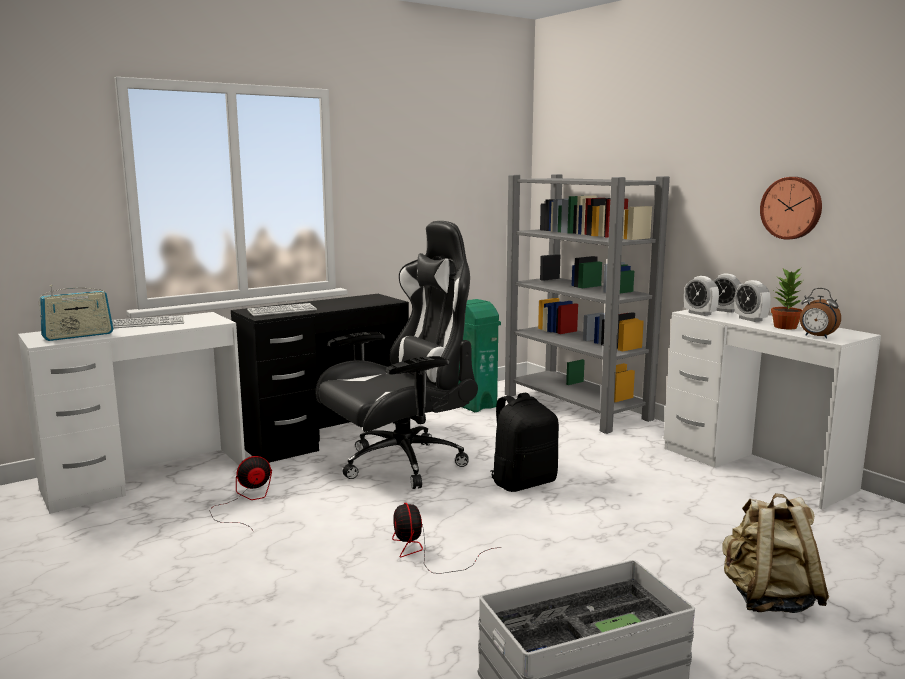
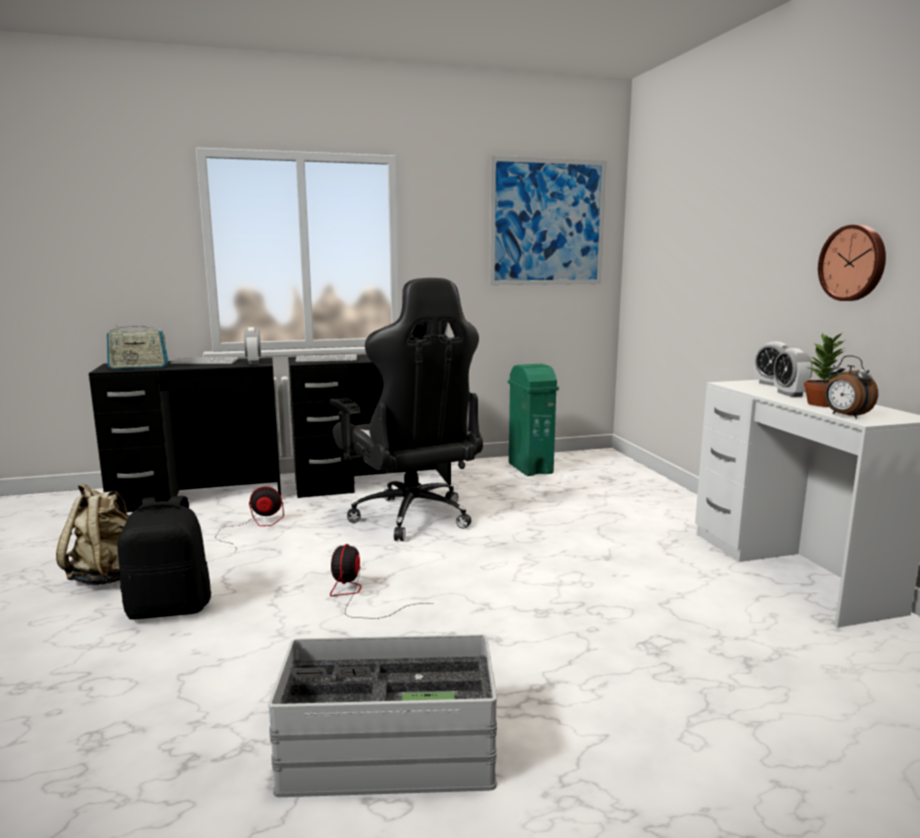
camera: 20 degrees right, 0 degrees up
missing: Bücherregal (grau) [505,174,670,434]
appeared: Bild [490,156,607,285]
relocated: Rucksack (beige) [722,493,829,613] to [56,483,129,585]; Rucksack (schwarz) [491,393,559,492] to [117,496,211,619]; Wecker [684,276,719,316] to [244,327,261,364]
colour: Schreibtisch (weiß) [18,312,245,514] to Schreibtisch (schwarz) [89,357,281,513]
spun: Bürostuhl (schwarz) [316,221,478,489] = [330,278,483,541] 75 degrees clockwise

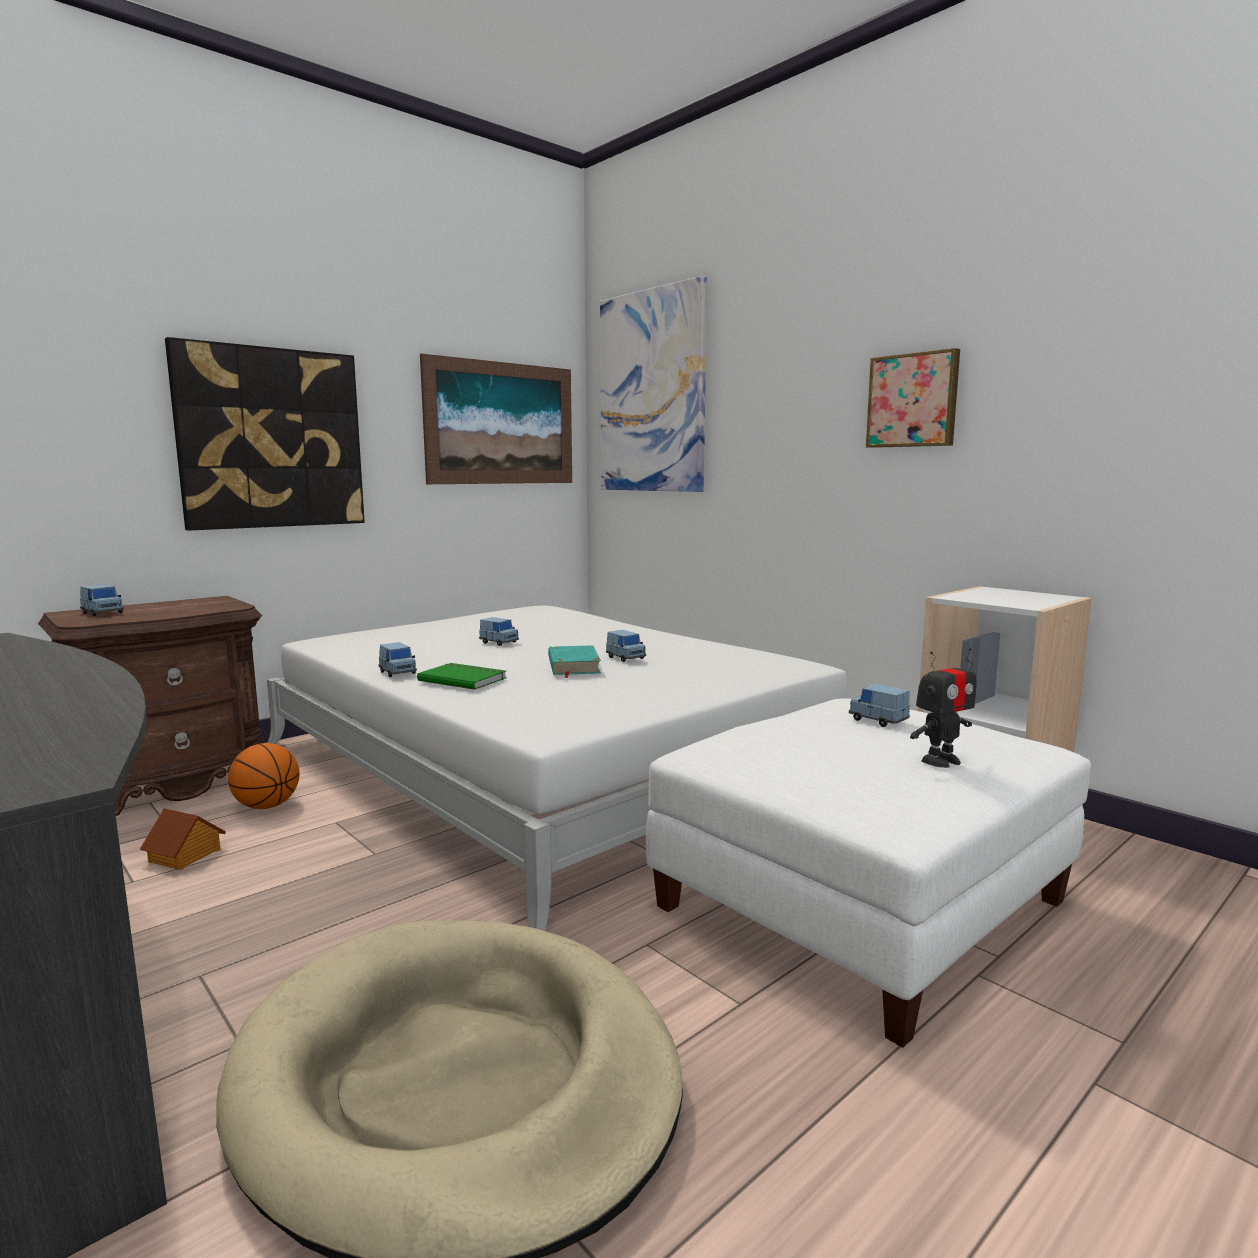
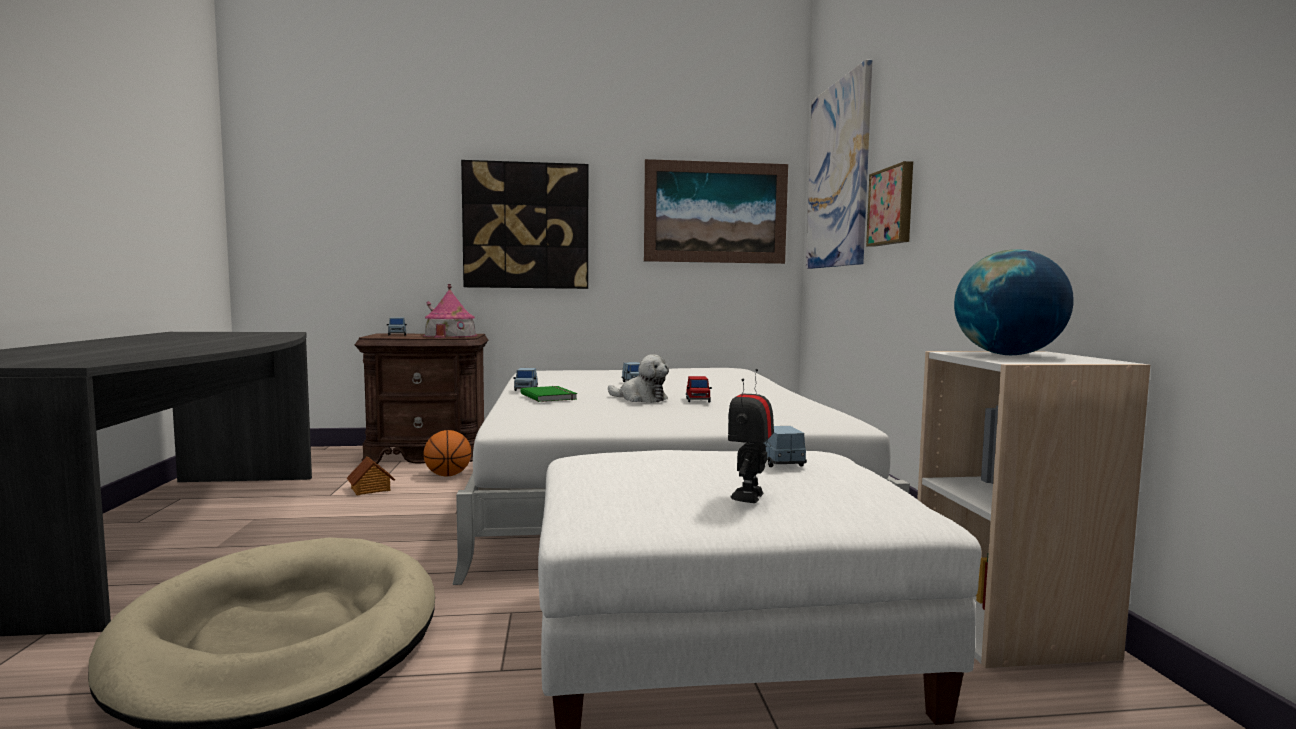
camera: 35 degrees right, 5 degrees down
appeared: Spielzeughaus [423,284,477,338]; Globus [954,249,1074,355]
relocated: Bild [866,348,960,448] to [866,161,913,247]
exchanged: Buch (türkis) [548,645,601,678] to Plüschtier [608,354,669,403]
colour: Spielzeugauto (blau) [606,630,646,662] to Spielzeugauto (rot) [686,376,712,402]
spun: Spielzeugroboter [910,648,976,768] = [728,369,774,503] 105 degrees clockwise

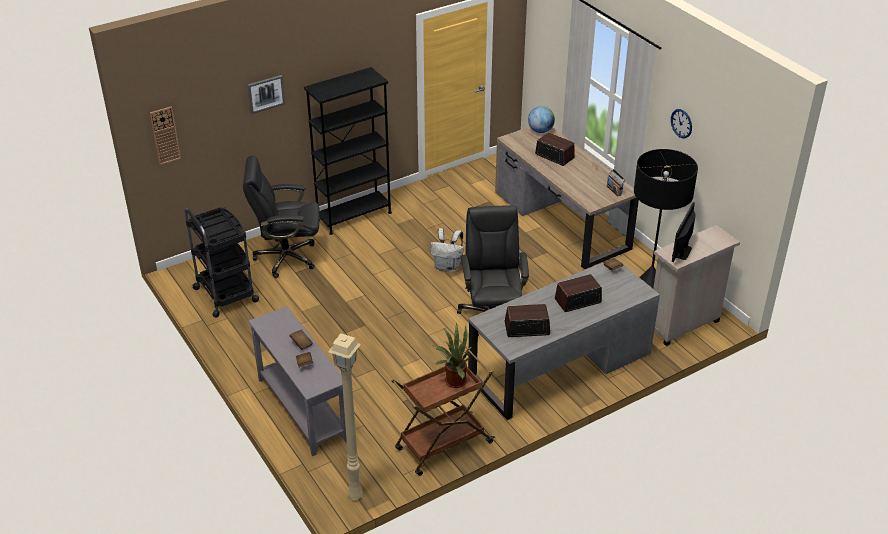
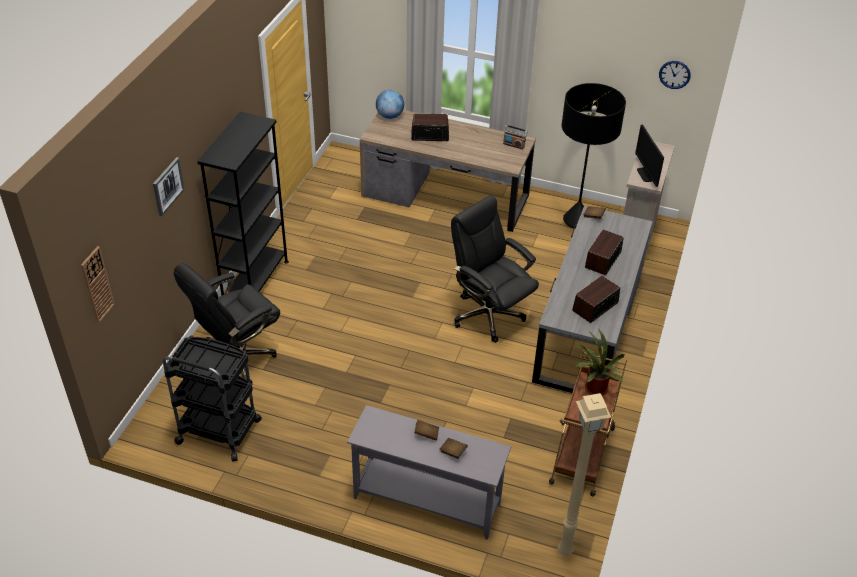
camera: 40 degrees left, 5 degrees up
missing: Rucksack (weiß) [430,228,463,272]
relocated: Wanduhr [671,109,692,138] to [659,61,691,89]

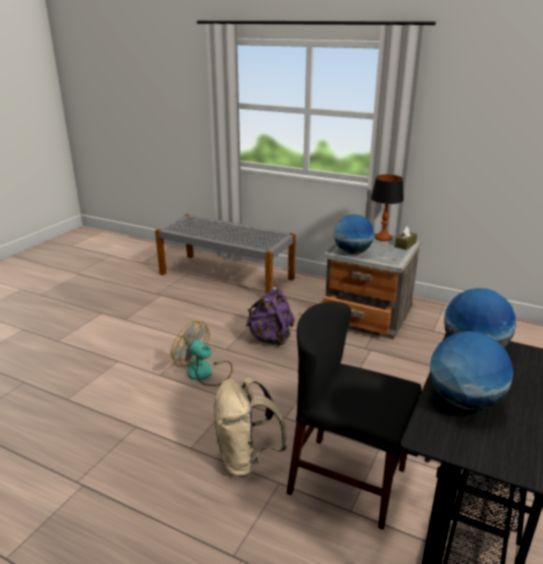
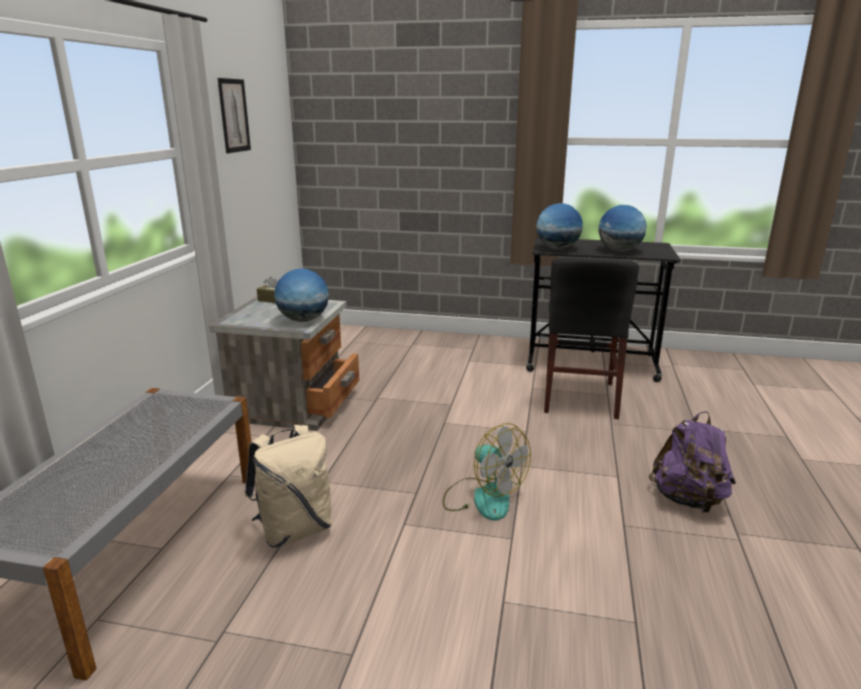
camera: 105 degrees left, 5 degrees down
missing: Tischlampe [371,175,404,241]
appeared: Bild [218,78,251,153]
relocated: Rucksack (beige) [214,378,287,477] to [245,425,332,548]; Rucksack (lila) [246,287,295,346] to [649,411,736,513]
spun: Ventilator [171,321,233,386] = [443,423,531,521] 60 degrees counterclockwise

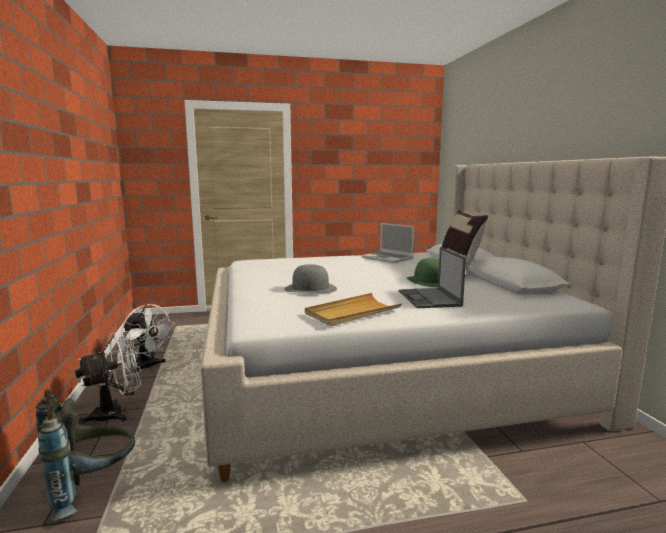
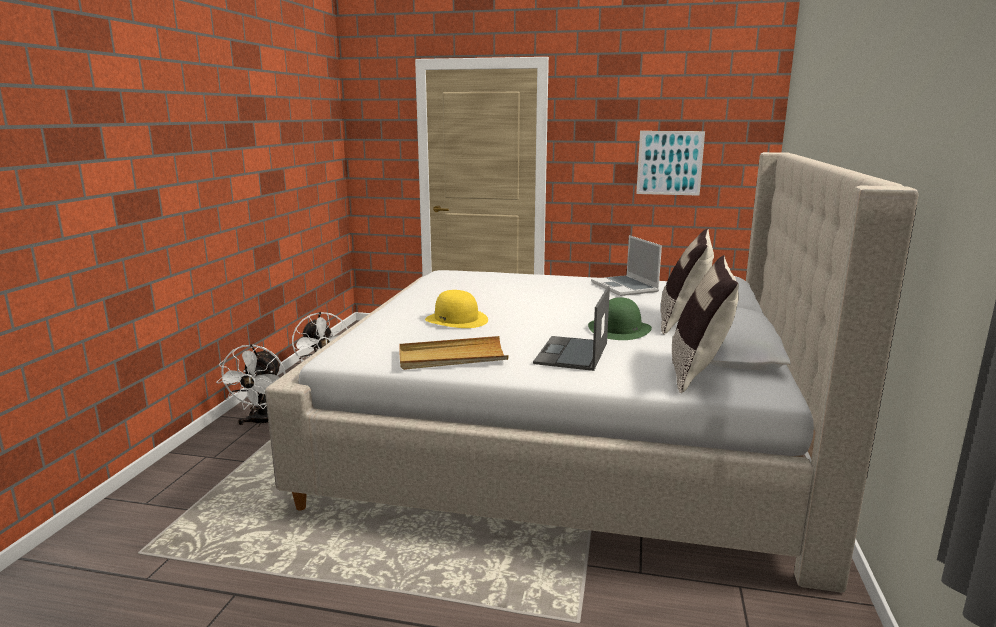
camera: 25 degrees right, 5 degrees up
missing: Rucksack (grau) [36,389,135,521]
appeared: Bild [636,131,705,196]; Kissen [672,255,739,393]
colour: Hut (grau) [284,264,337,293] to Hut (gelb) [425,290,488,328]
spun: Ventilator (weiß) [75,331,141,425] = [216,344,286,426] 105 degrees clockwise

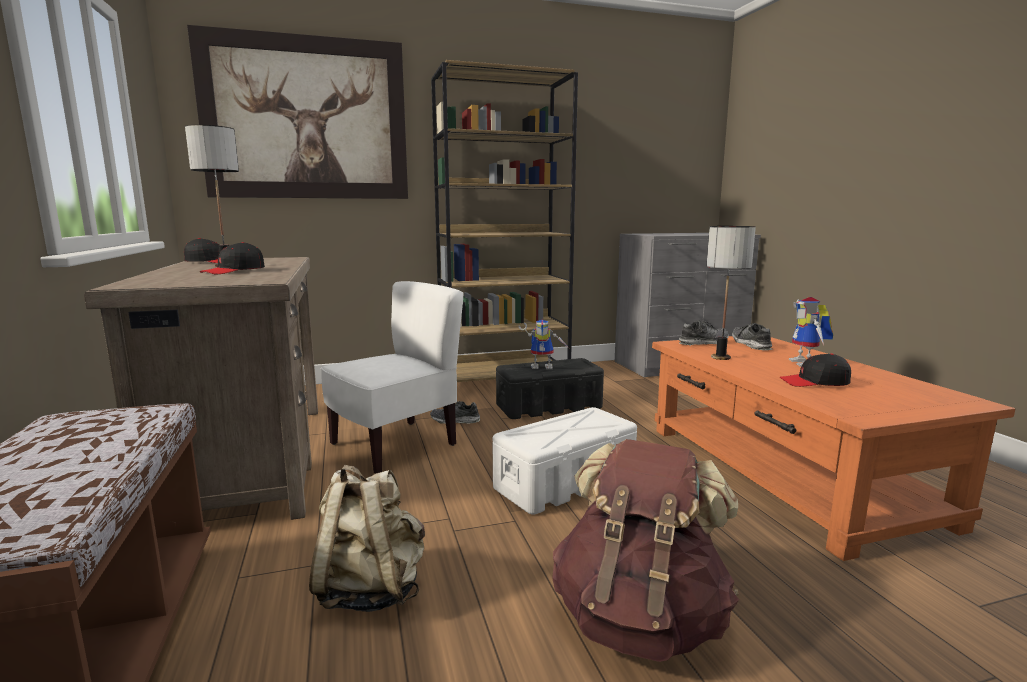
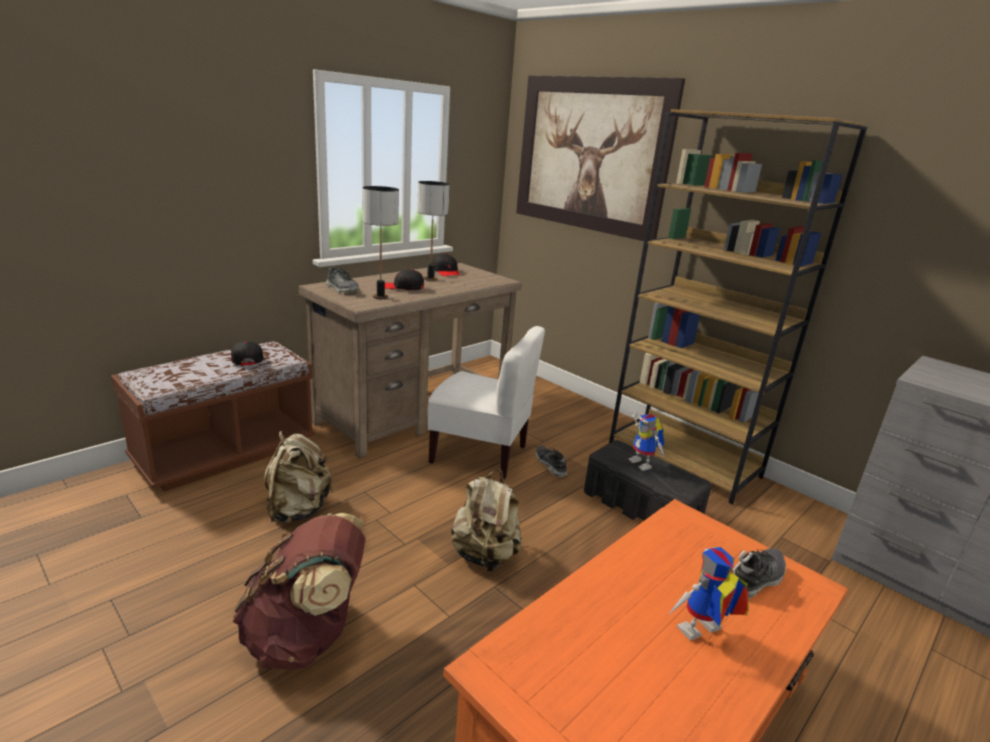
camera: 60 degrees right, 10 degrees up
relocated: Kappe (schwarz) [780,353,851,387] to [231,341,264,365]; Schuh [679,320,729,346] to [326,267,359,293]; Tischlampe [707,226,756,360] to [363,186,399,299]
exchanged: Aufbewahrungsbox (weiß) [492,407,637,514] to Rucksack (beige) [451,469,522,571]

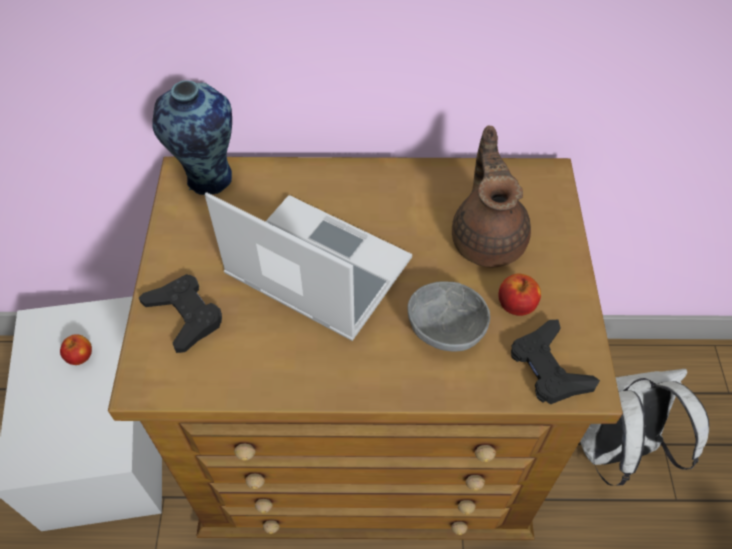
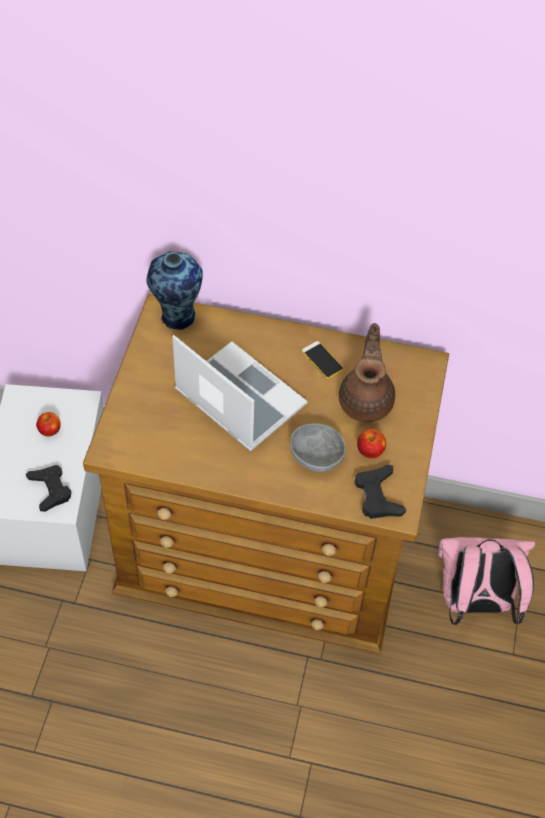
camera: 10 degrees right, 0 degrees up
appeared: Handy [301,341,344,379]
relocated: Gamepad (schwarz) [139,274,222,353] to [26,465,71,512]
colour: Rucksack (weiß) [580,369,709,486] to Rucksack (rosa) [438,537,535,625]

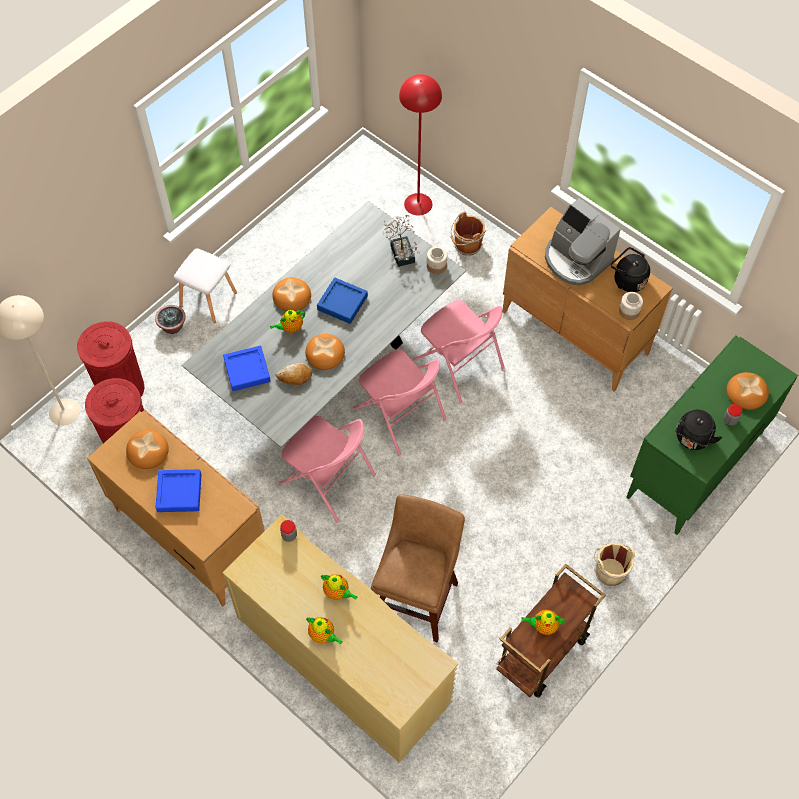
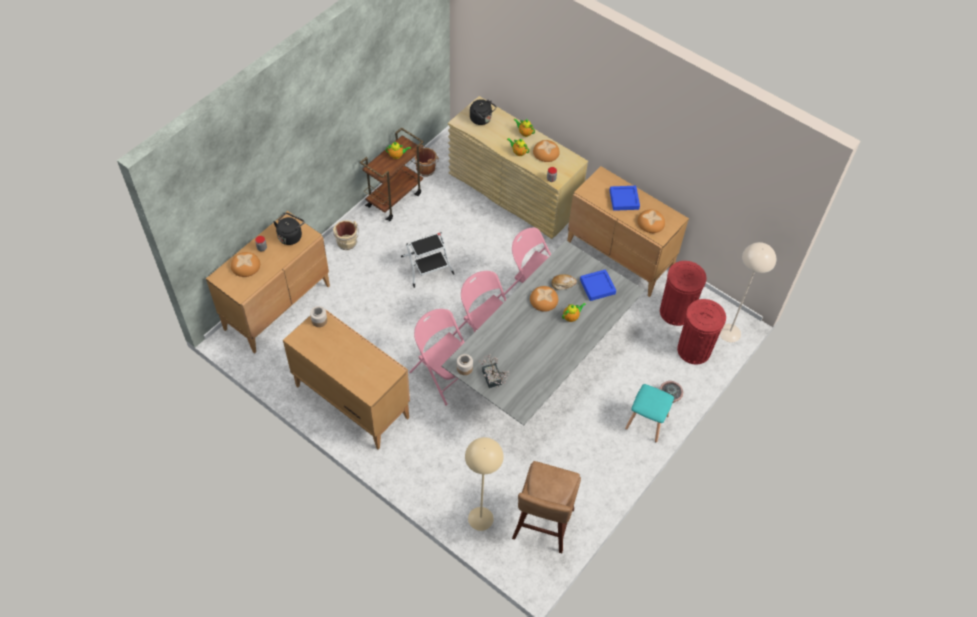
camera: 175 degrees right, 5 degrees down
missing: Tablett (blau) [317,277,368,324]; Kaffeemaschine [545,198,621,286]
appeared: Trittleiter [401,232,454,288]
relocated: Eimer (braun) [451,212,486,256] to [414,145,439,177]; Wasserkessel (schwarz) [611,247,650,292] to [470,99,496,125]; Hocker (braun) [371,494,465,642] to [512,461,581,553]; Brot [272,277,311,311] to [533,140,560,162]
colour: Schrank (grün) [626,335,798,535] to Schrank (braun) [206,211,330,354]; Stehlampe (rot) [399,74,442,215] to Stehlampe (beige) [465,437,504,531]; Hocker (weiß) [174,248,237,323] to Hocker (türkis) [625,384,674,442]

